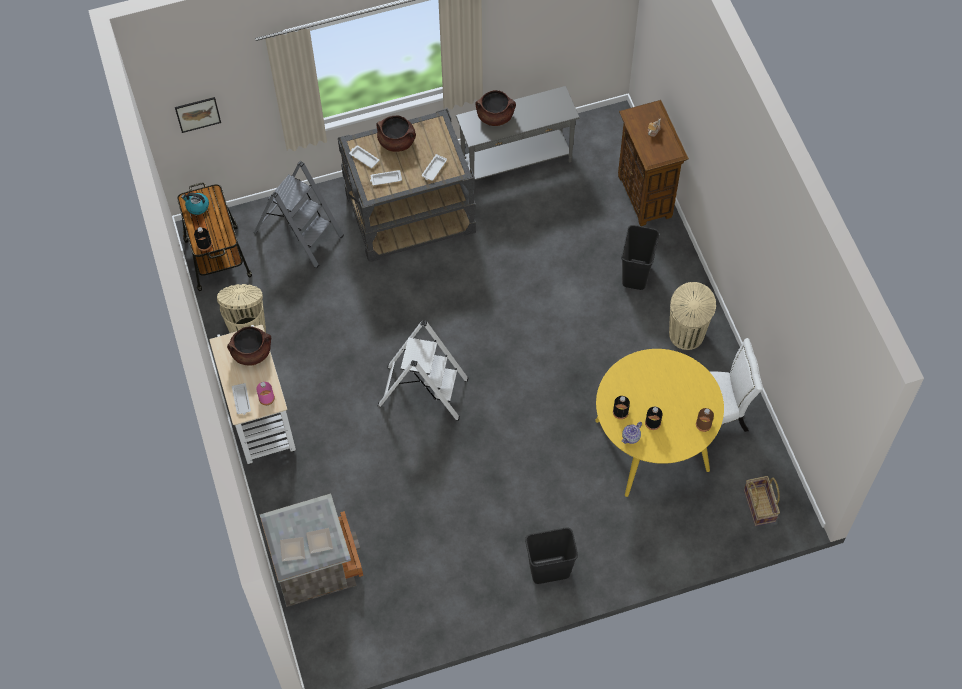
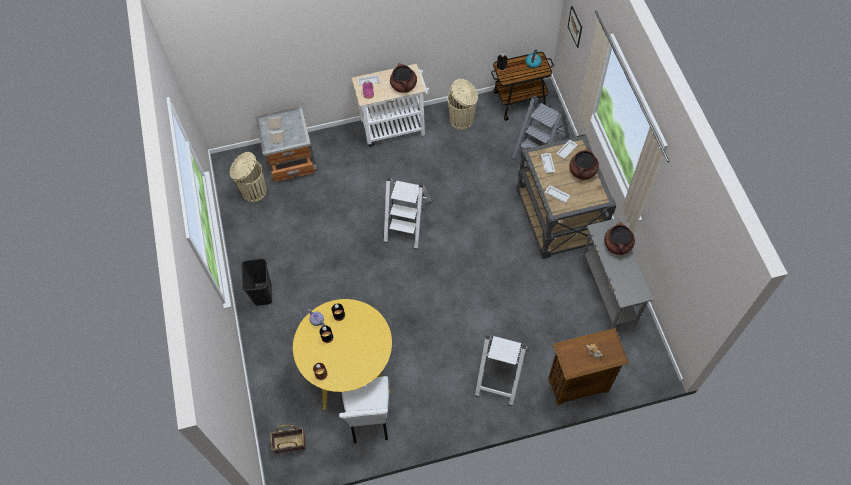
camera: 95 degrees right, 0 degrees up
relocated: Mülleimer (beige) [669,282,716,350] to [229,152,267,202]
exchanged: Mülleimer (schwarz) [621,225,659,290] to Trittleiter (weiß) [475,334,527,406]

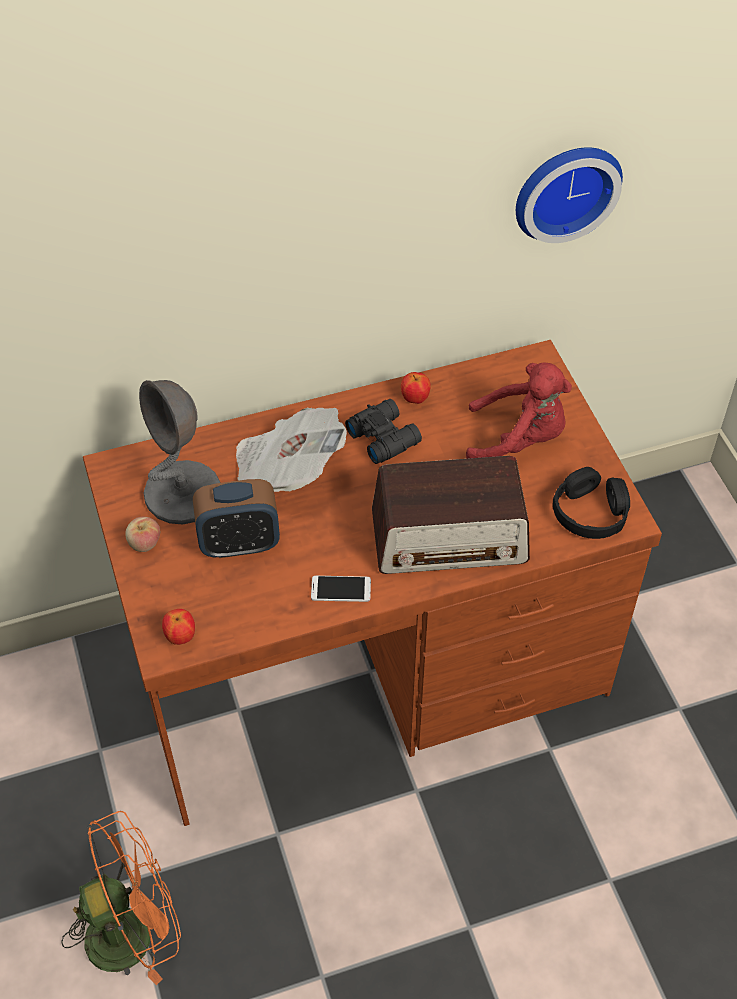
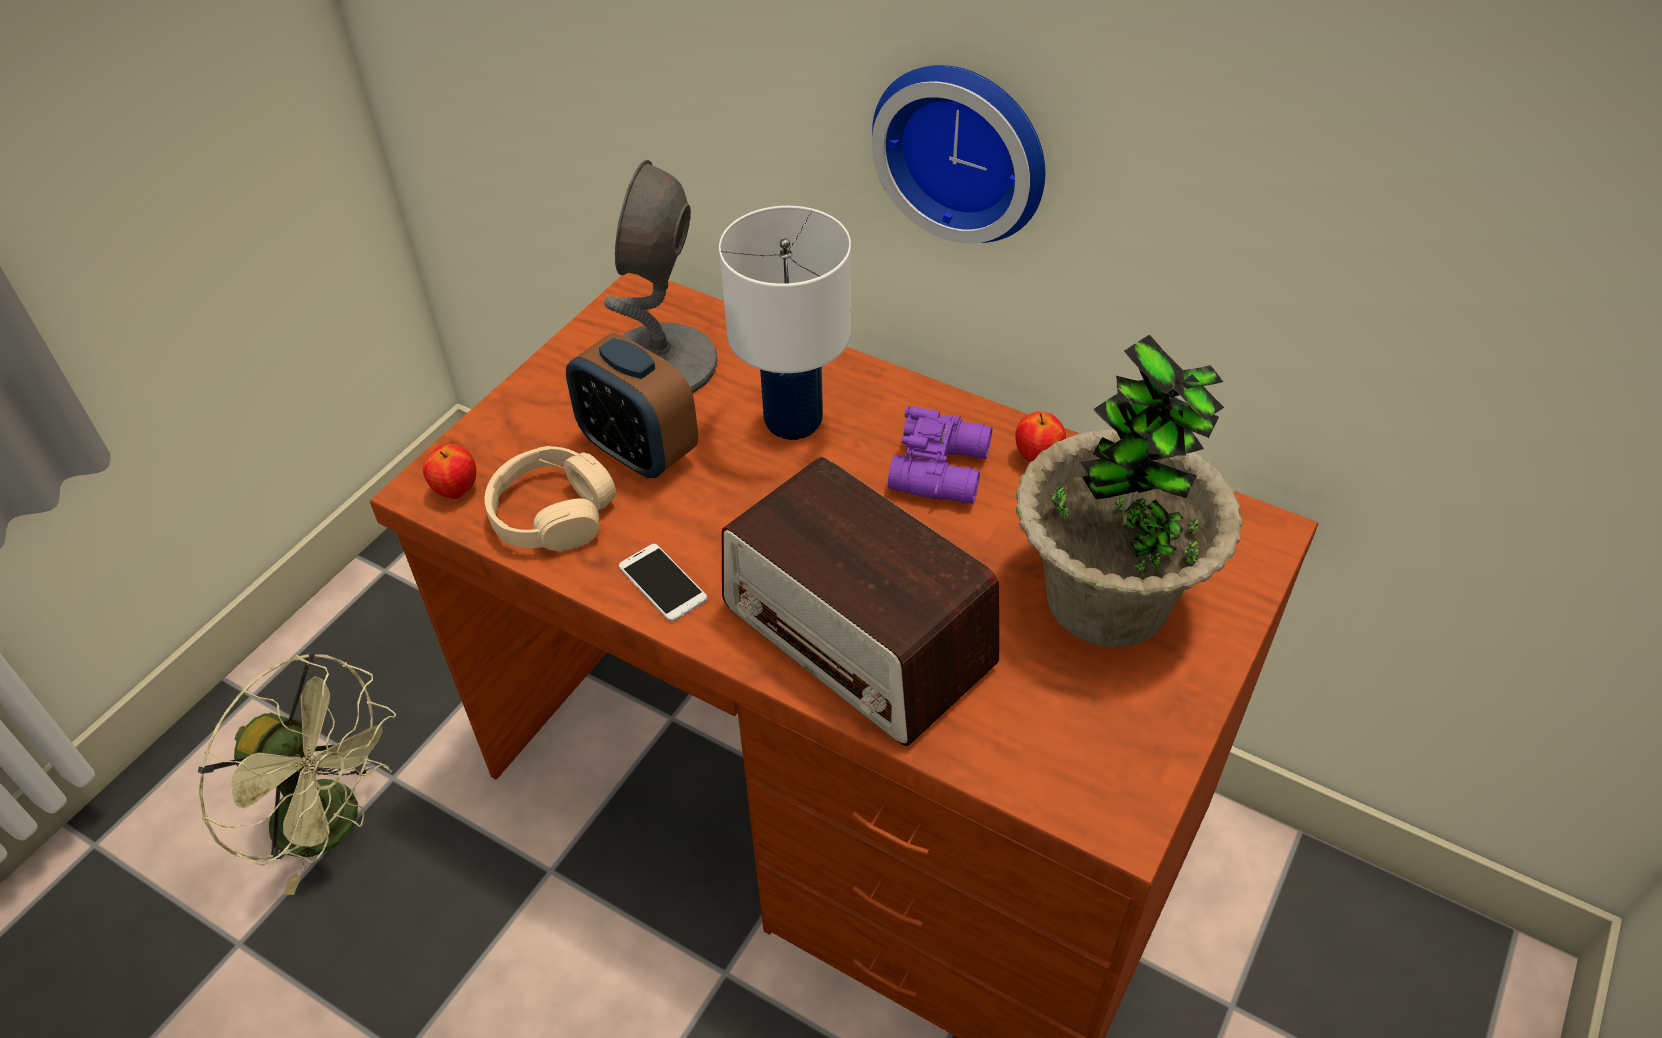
camera: 50 degrees right, 5 degrees down
missing: Apfel [125,517,160,552]; Kopfhörer (schwarz) [553,467,630,539]
appeared: Kopfhörer (beige) [484,446,616,551]
relocated: Wanduhr [516,147,623,243] to [872,65,1045,244]
exchanged: Zeitung [236,408,347,492] to Tischlampe (weiß) [719,206,851,440]; Plüschtier (rot) [466,362,572,459] to Topfpflanze [1016,335,1242,647]
colour: Ventilator (orange) [62,811,181,985] to Ventilator (grün) [198,652,396,895]; Fernglas (schwarz) [345,399,422,464] to Fernglas (lila) [888,406,992,504]

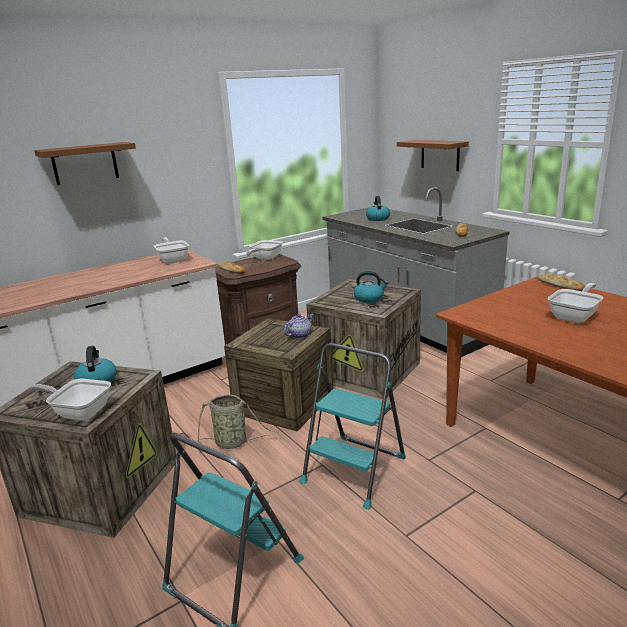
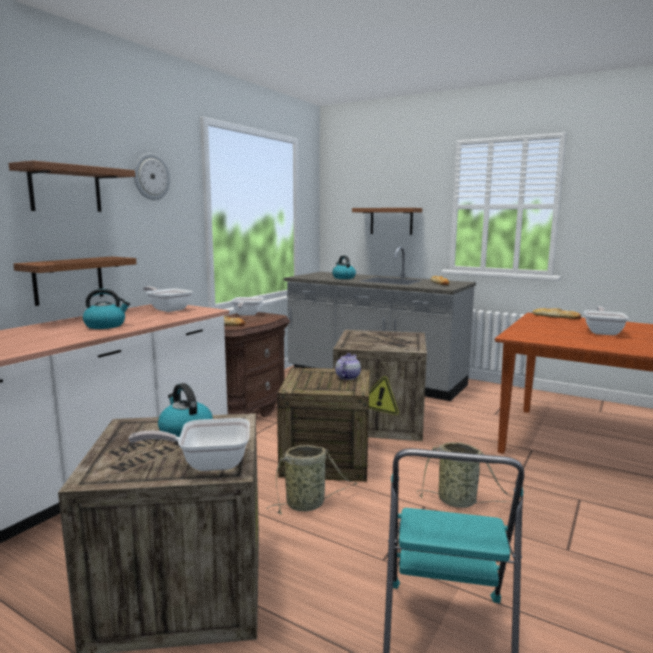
camera: 25 degrees left, 10 degrees down
appeared: Wandregal (braun) [13,257,136,306]; Wanduhr [134,153,170,200]
relocated: Wasserkessel [354,271,388,303] to [83,289,130,329]
exchanged: Trittleiter (türkis) [299,343,406,510] to Korb [417,442,512,508]

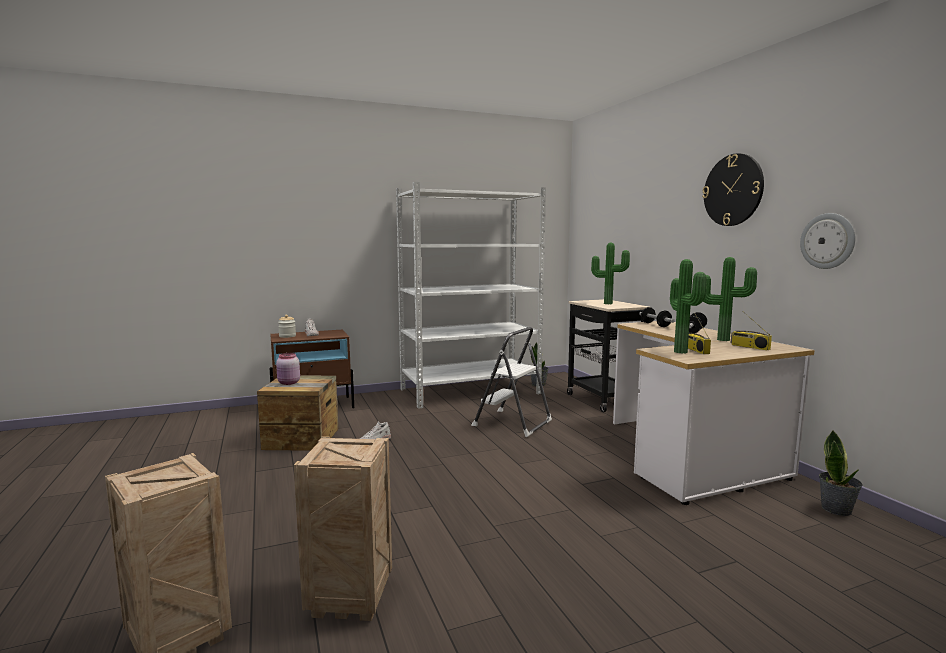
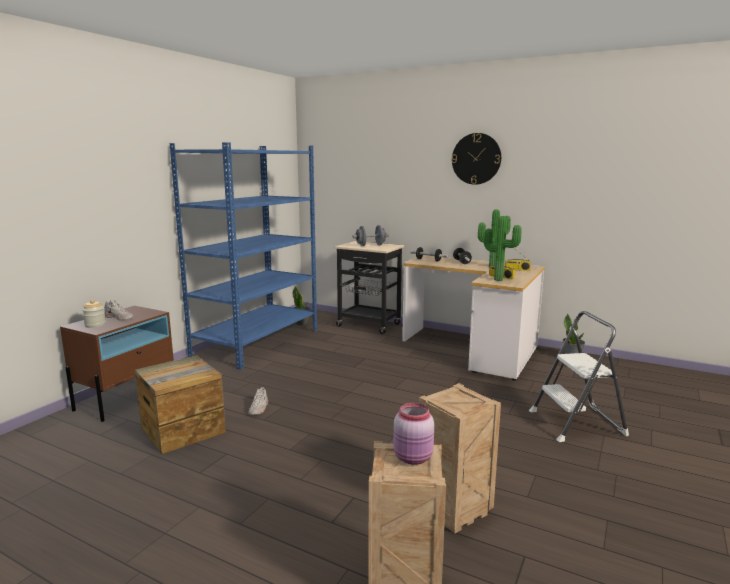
camera: 40 degrees left, 5 degrees up
missing: Wanduhr [800,213,855,269]
relocated: Vorratsglas (rosa) [276,353,300,385] to [394,403,434,465]; Trittleiter (weiß) [471,327,552,437] to [529,311,629,442]
exchanged: Topfpflanze [591,243,630,304] to Hantel (grau) [352,225,389,246]
colour: Bücherregal (weiß) [396,182,546,409] to Bücherregal (blau) [170,142,317,370]

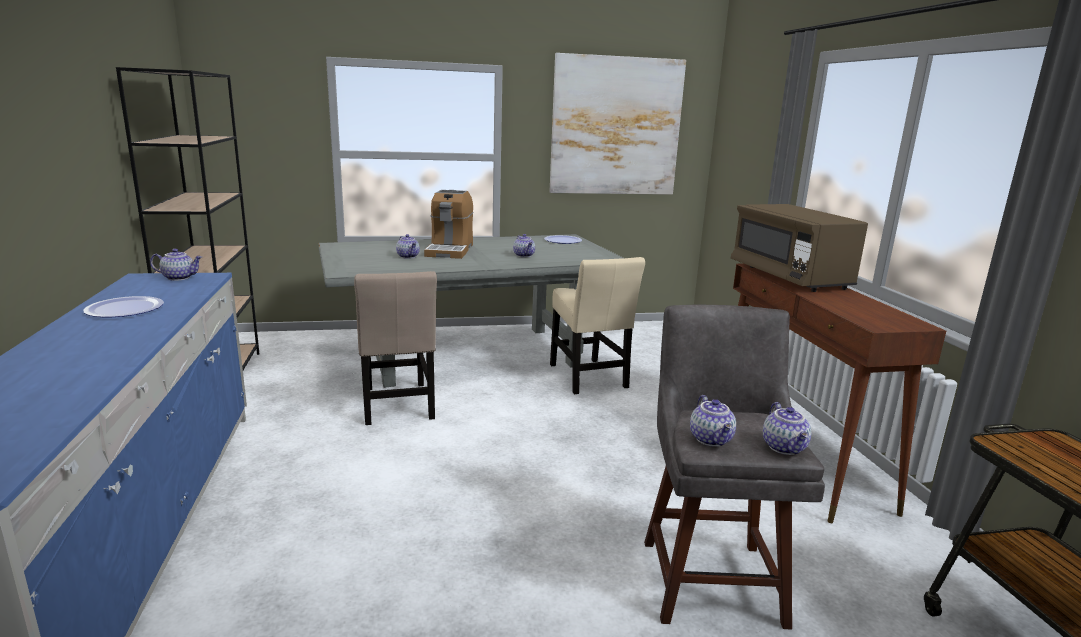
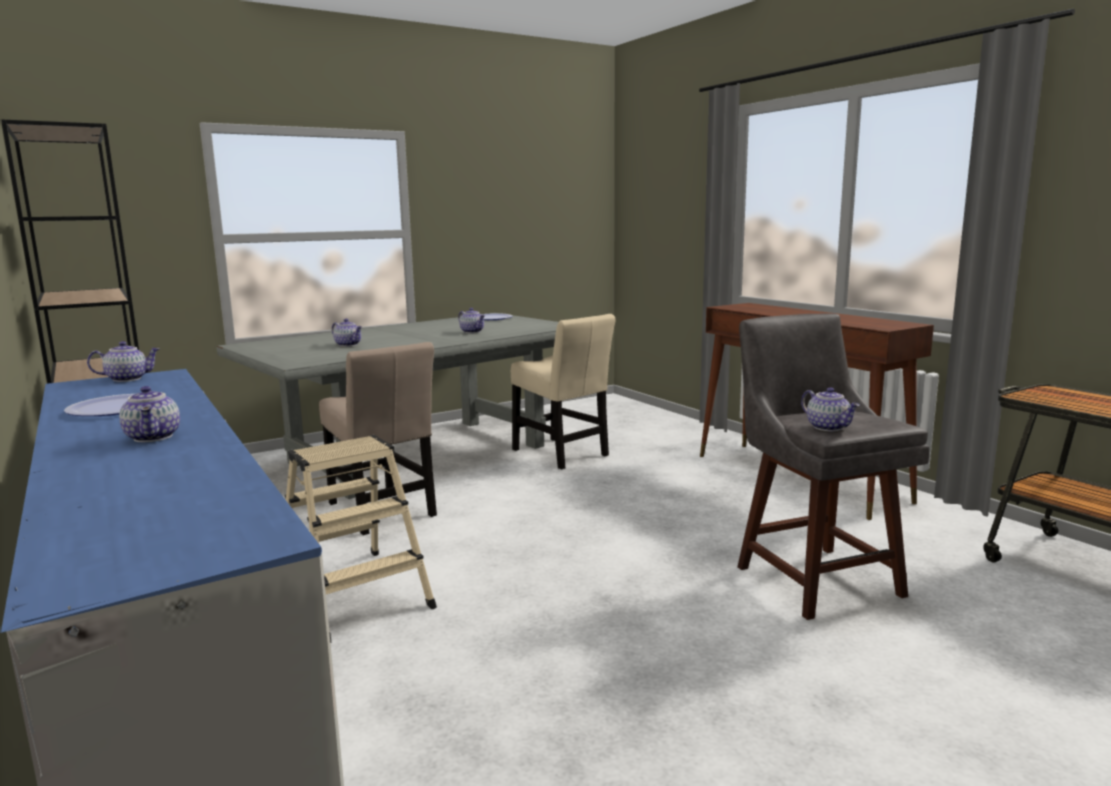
camera: 20 degrees left, 5 degrees down
missing: Kaffeemaschine [424,190,473,259]; Bild [550,53,686,195]; Mikrowelle (braun) [731,204,868,292]
appeared: Trittleiter (beige) [285,435,437,643]
relocated: Teekanne [763,402,811,455] to [119,386,180,442]

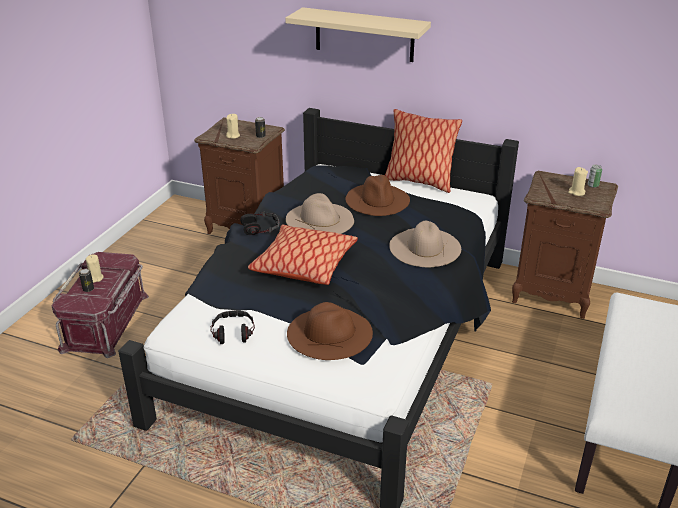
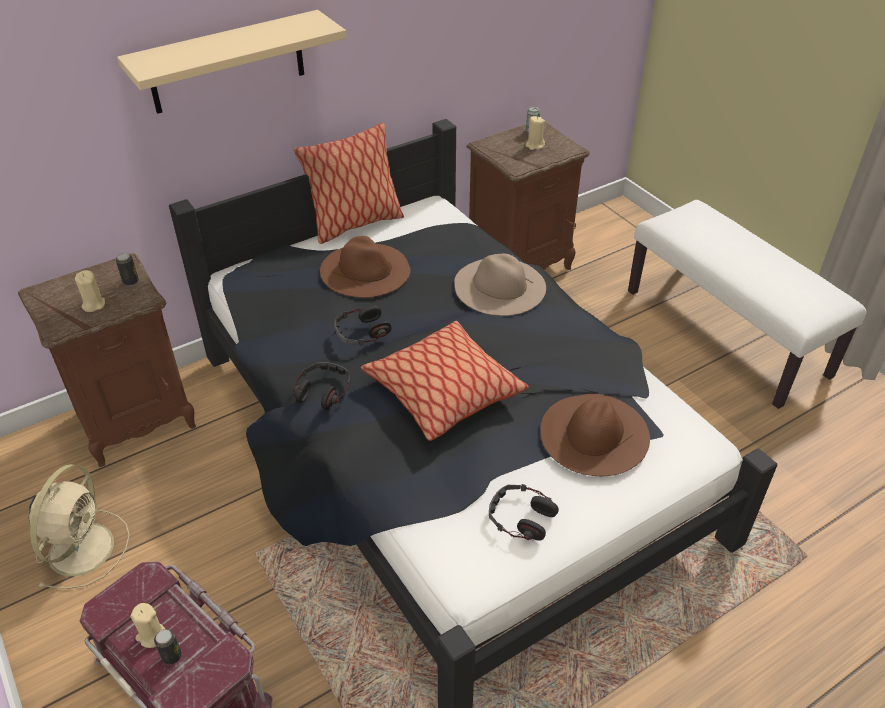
camera: 55 degrees left, 10 degrees up
appeared: Ventilator (beige) [28,464,130,589]
exchanged: Hut (beige) [286,193,354,234] to Kopfhörer [334,305,392,346]

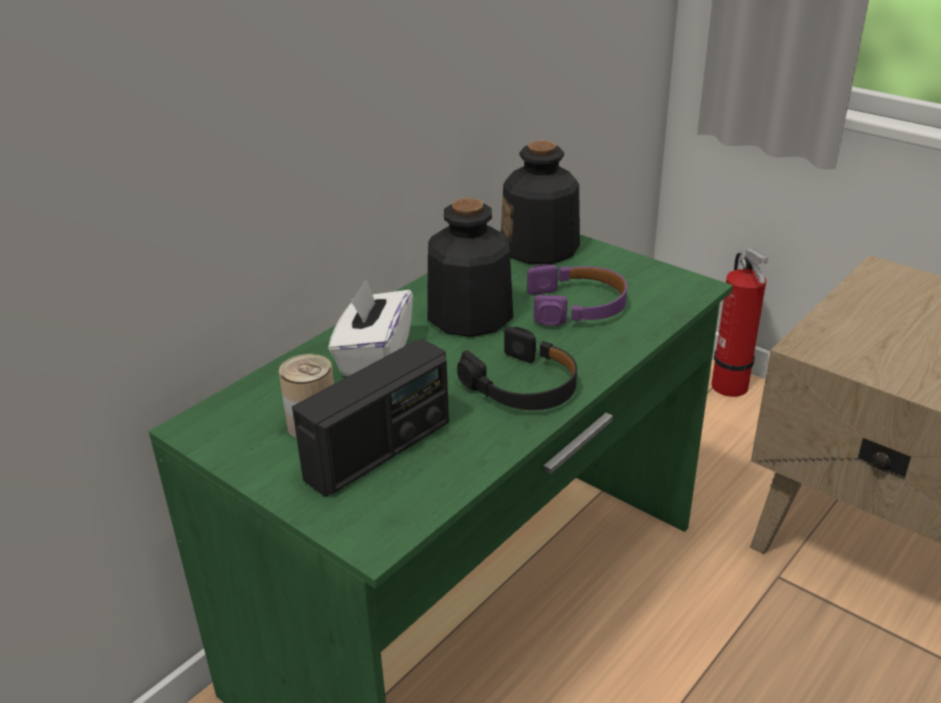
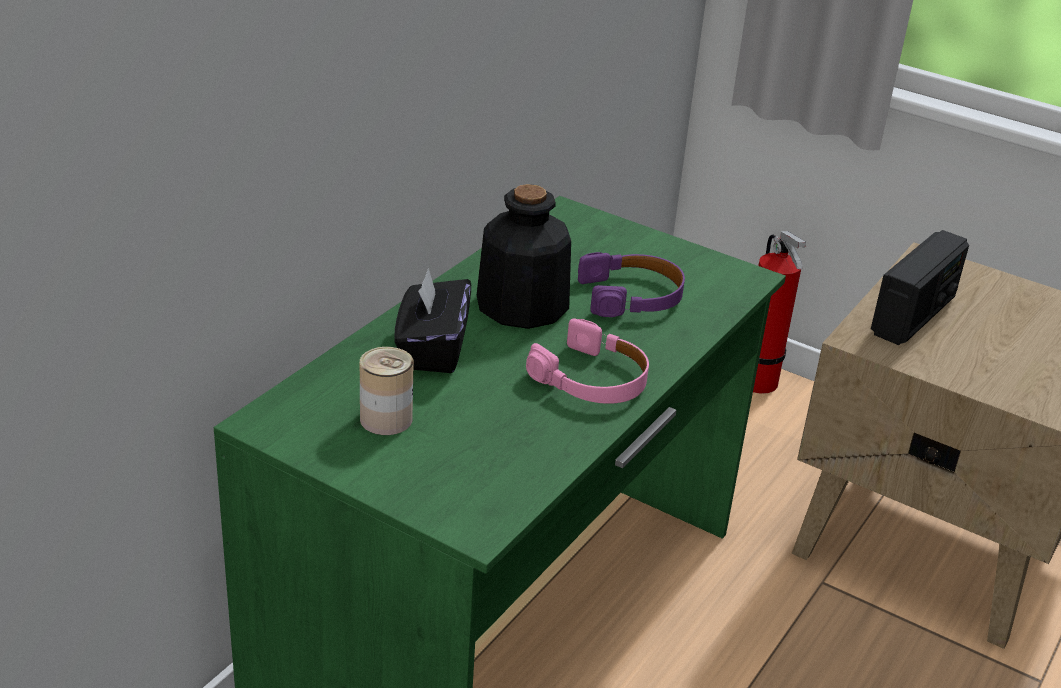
camera: 10 degrees left, 0 degrees up
missing: Flasche [501,141,580,264]
relocated: Radio [292,339,449,497] to [871,230,969,345]
colour: Taschentuchbox (weiß) [328,279,413,376] to Taschentuchbox (schwarz) [394,268,471,373]; Kopfhörer (schwarz) [457,326,577,410] to Kopfhörer (rosa) [526,318,649,404]

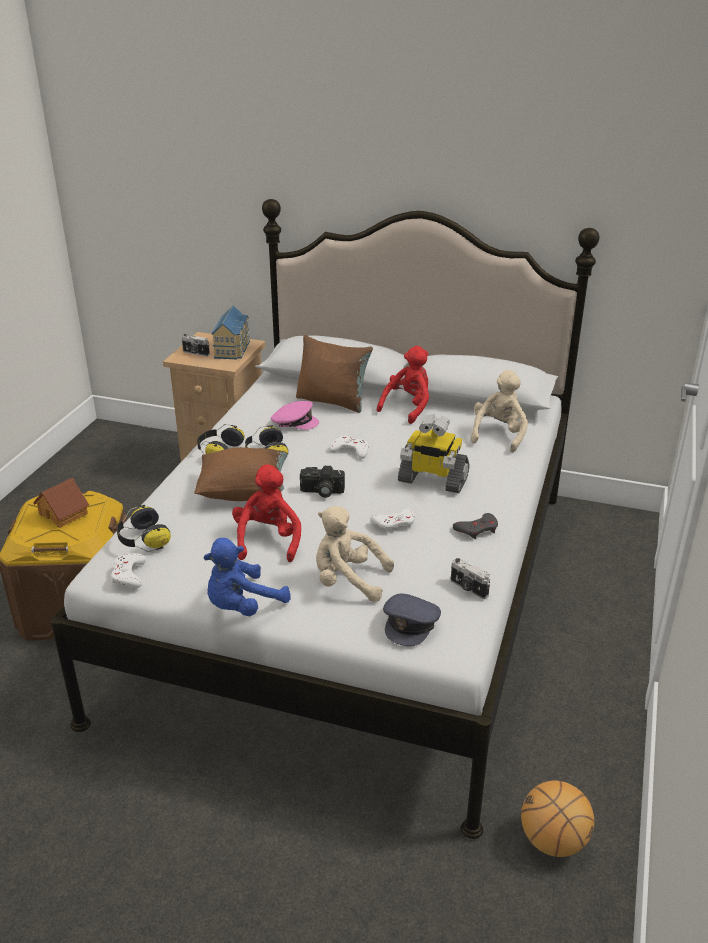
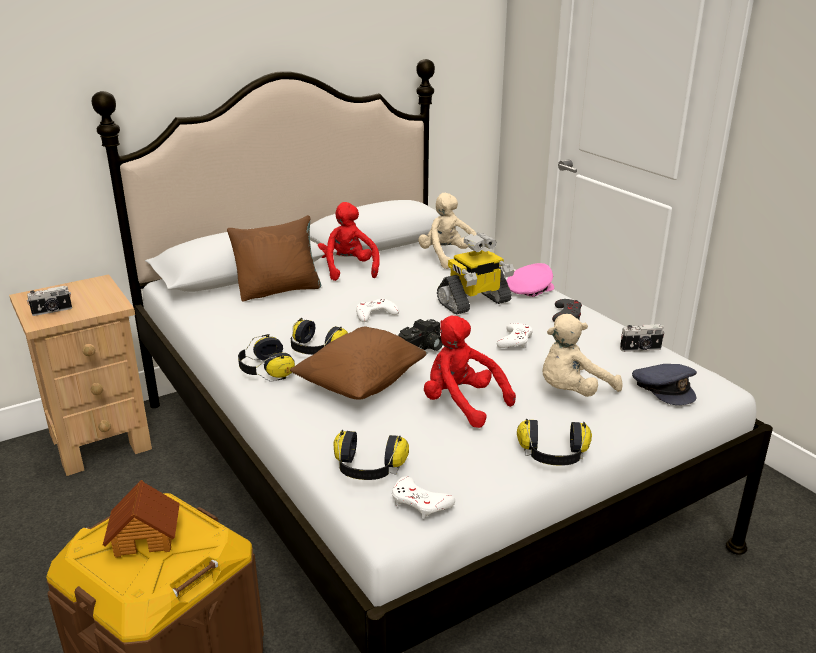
camera: 50 degrees left, 5 degrees down
missing: Spielzeughaus [212,306,250,359]; Basketball [521,781,594,857]
relocated: Kappe (rosa) [271,401,319,430] to [507,263,554,297]
exchanged: Plüschtier (blau) [203,538,291,616] to Kopfhörer [517,419,592,466]

